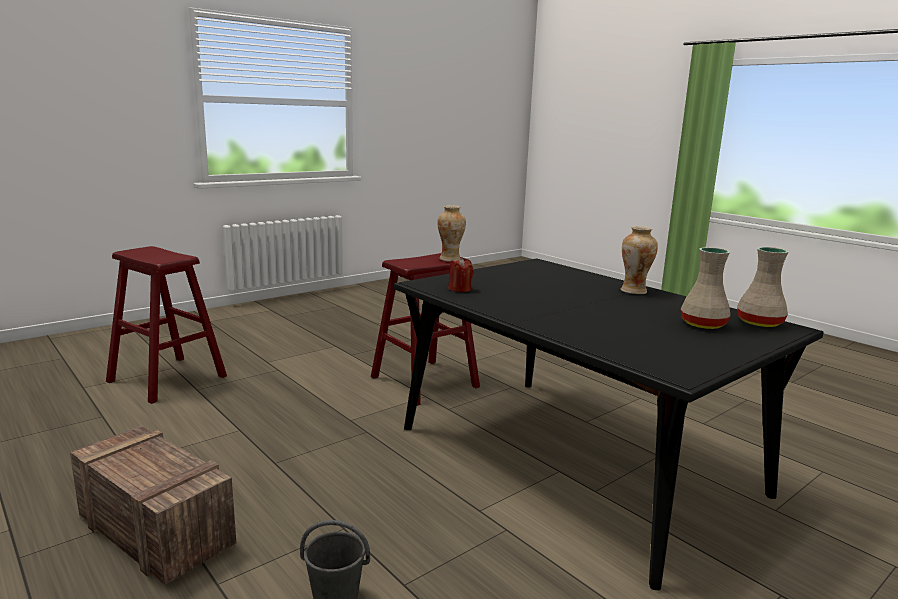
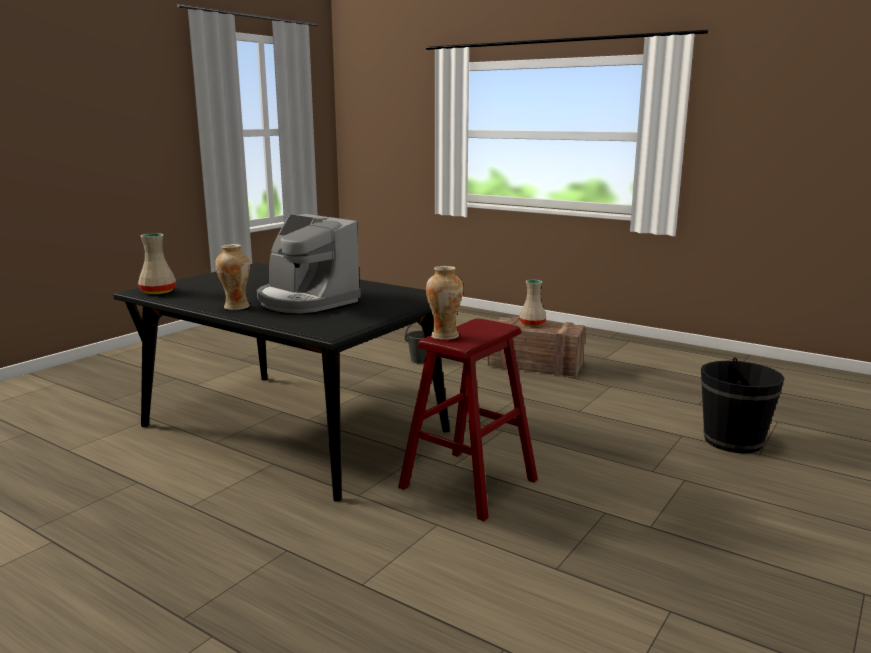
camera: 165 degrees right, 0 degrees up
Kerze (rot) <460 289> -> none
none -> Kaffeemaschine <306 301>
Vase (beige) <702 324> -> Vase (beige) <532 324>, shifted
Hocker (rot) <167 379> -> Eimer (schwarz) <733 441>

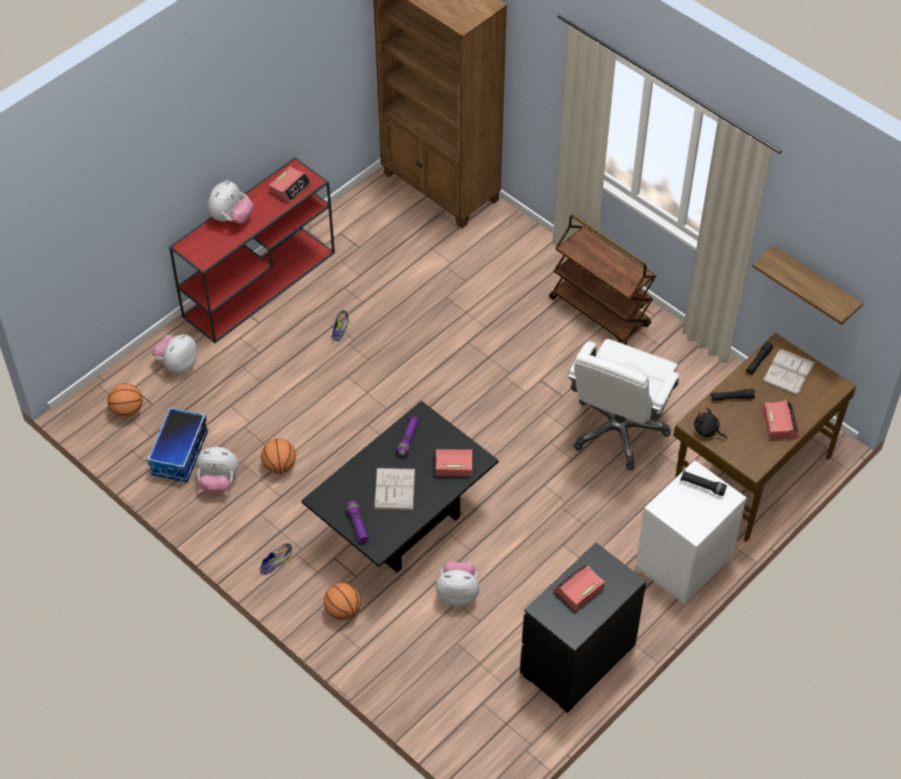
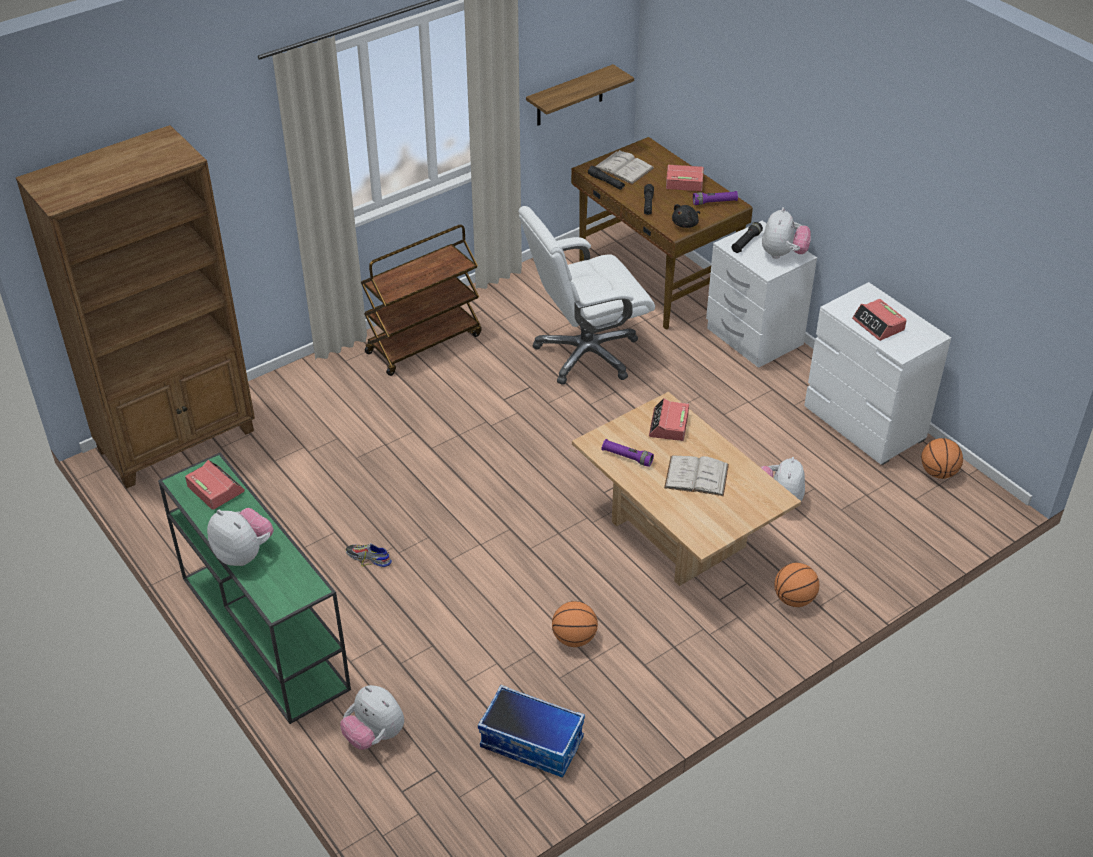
camera: 80 degrees left, 10 degrees down
Schuh <277 560> -> none
Basketball <127 410> -> Basketball <938 472>, shifted
Plüschtier <218 481> -> Plüschtier <783 254>, shifted
Taschenlampe (lila) <358 525> -> Taschenlampe (lila) <714 202>, shifted
Konsolentisch (rot) <260 283> -> Konsolentisch (grün) <262 631>
Couchtisch (schwarz) <402 523> -> Couchtisch (beige) <678 534>
Kommode (schwarz) <577 660> -> Kommode (weiß) <864 424>
Bürostuhl (weiß) <618 430> -> Bürostuhl (weiß) <585 354>, 120 degrees clockwise

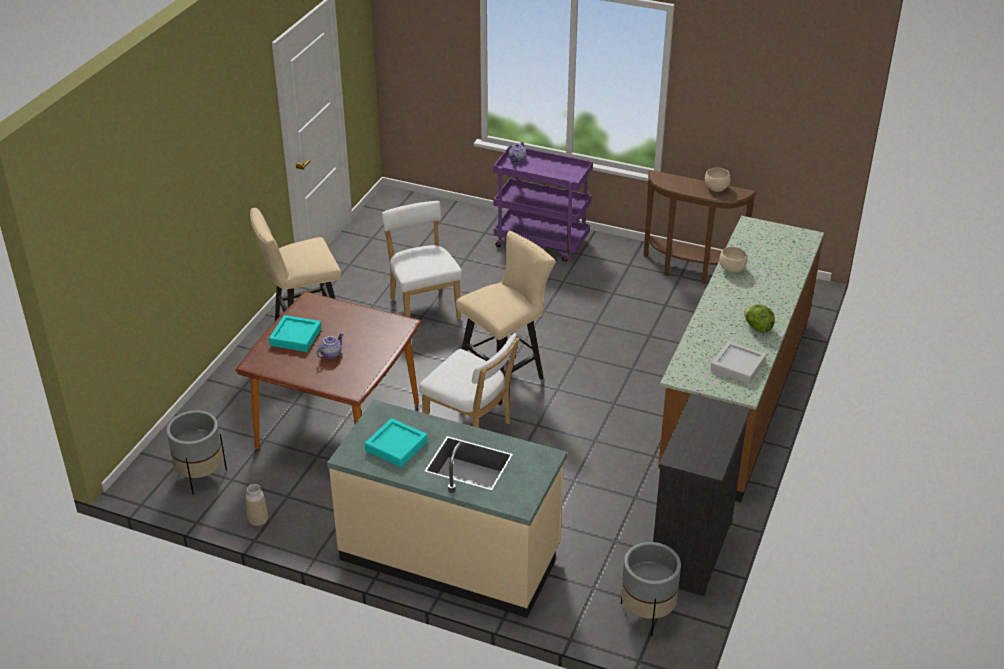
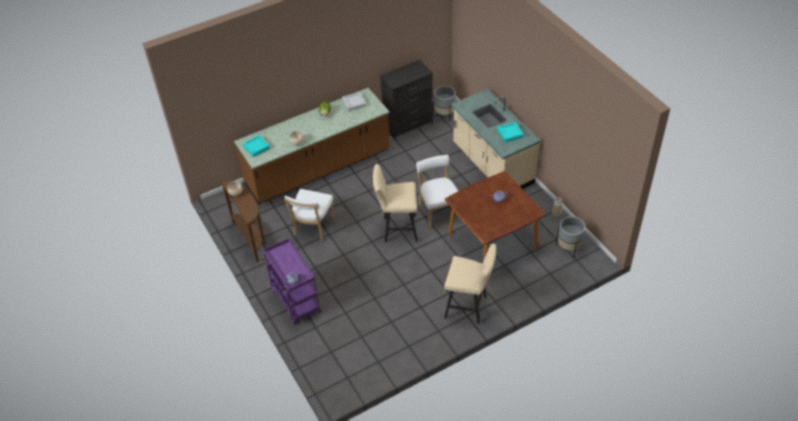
camera: 140 degrees left, 10 degrees up
Tablett (türkis) <295 337> -> Tablett (türkis) <256 147>, shifted
Stuhl (weiß) <423 306> -> Stuhl (weiß) <313 227>, shifted

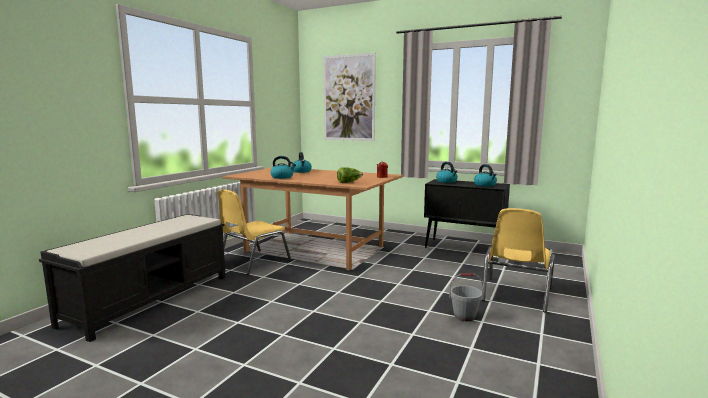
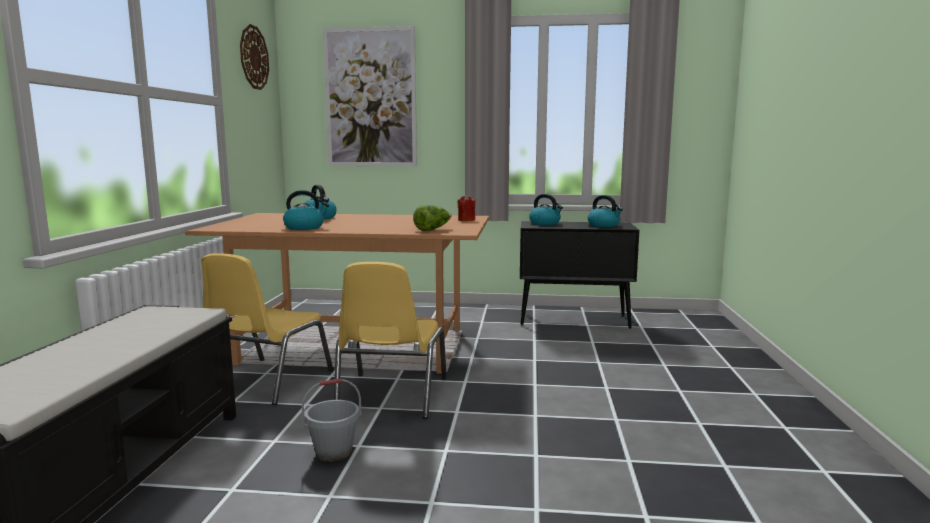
camera: 20 degrees left, 0 degrees up
none -> Wanduhr <253 57>
Eimer (grau) <464 316> -> Eimer (grau) <333 452>, shifted
Stuhl (gelb) <515 294> -> Stuhl (gelb) <391 396>, shifted

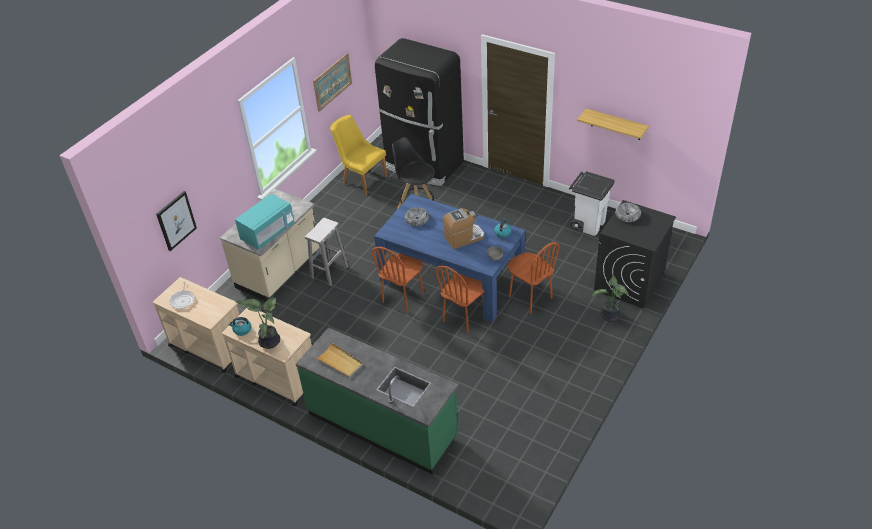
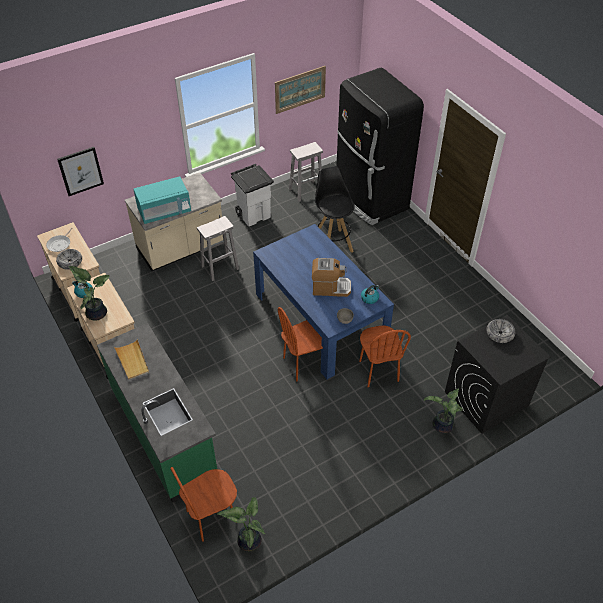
camera: 25 degrees right, 5 degrees up
Wandregal <616 124> -> none
none -> Topfpflanze <248 540>
Stuhl (braun) <403 298> -> Stuhl (braun) <211 517>, shifted
Schüssel <417 219> -> Schüssel <70 262>, shifted
Mülleimer (weiß) <588 224> -> Mülleimer (weiß) <254 215>, shifted
Stuhl (gelb) <361 179> -> Hocker (weiß) <306 191>

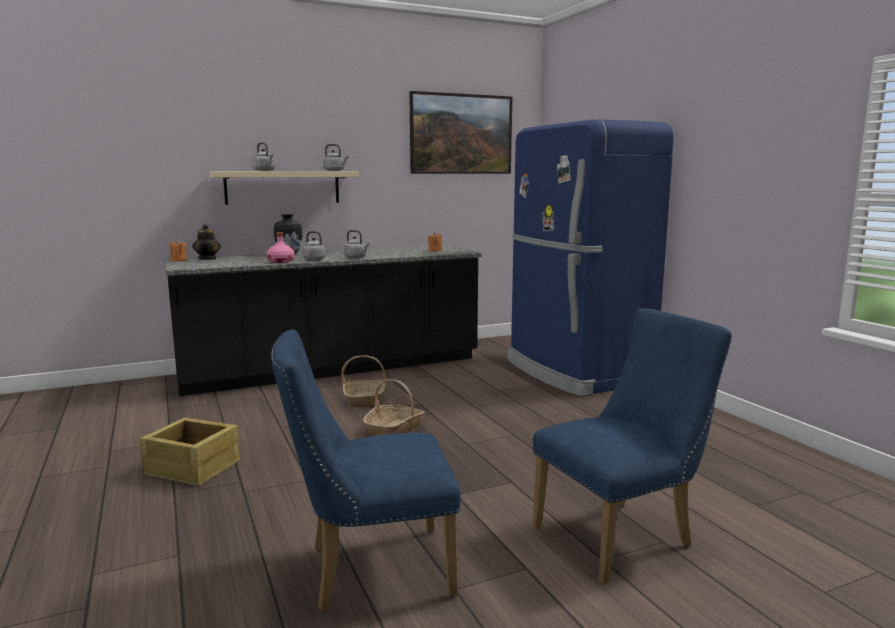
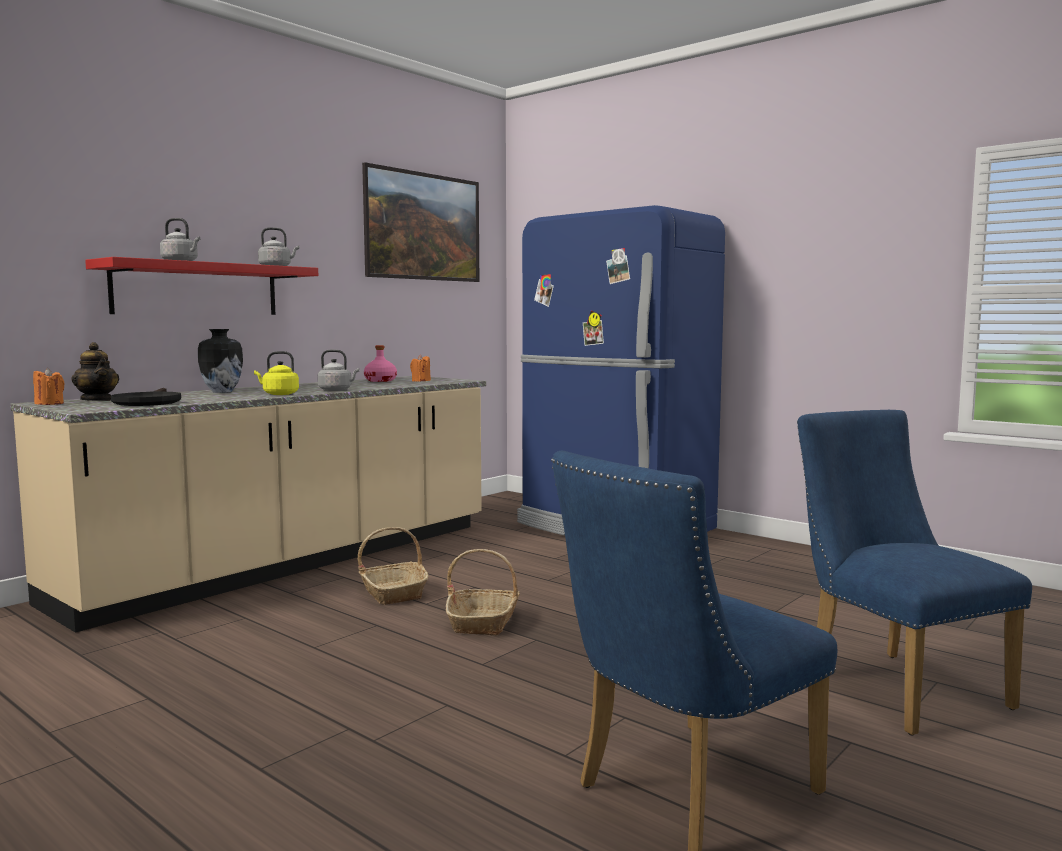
camera: 25 degrees left, 5 degrees down
Kiste <192 468> -> none
none -> Pfanne (schwarz) <148 402>
Flasche (rosa) <281 261> -> Flasche (rosa) <380 381>, shifted
Küchenzeile (schwarz) <333 368> -> Küchenzeile (beige) <291 562>
Wandregal (beige) <283 187> -> Wandregal (rot) <197 289>
Wasserkessel (grau) <313 259> -> Wasserkessel (gelb) <278 394>
Stuhl (blau) <622 536> -> Stuhl (blau) <893 685>, 60 degrees counterclockwise

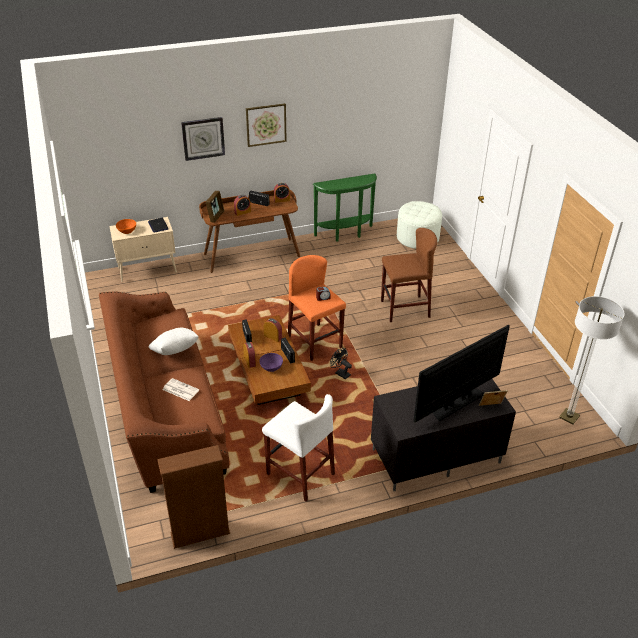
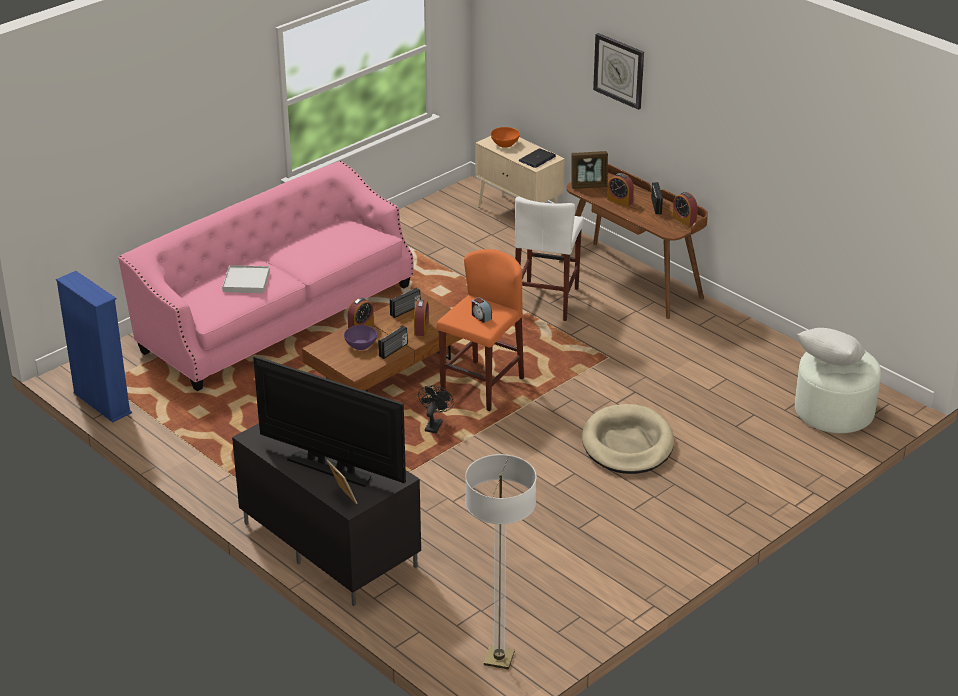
camera: 65 degrees right, 5 degrees down
Bild <266 124> -> none
Konsolentisch (grün) <345 234> -> none
Kissen (weiß) <175 353> -> Kissen (weiß) <829 364>, shifted
Hocker (weiß) <300 474> -> Hocker (weiß) <546 300>, shifted
Zeitung <180 390> -> Tablett (weiß) <246 281>
Hocker (braun) <405 309> -> Hundebett (beige) <627 444>
Sofa (braun) <166 408> -> Sofa (rosa) <276 317>
Bücherregal (braun) <200 533> -> Bücherregal (blau) <102 403>

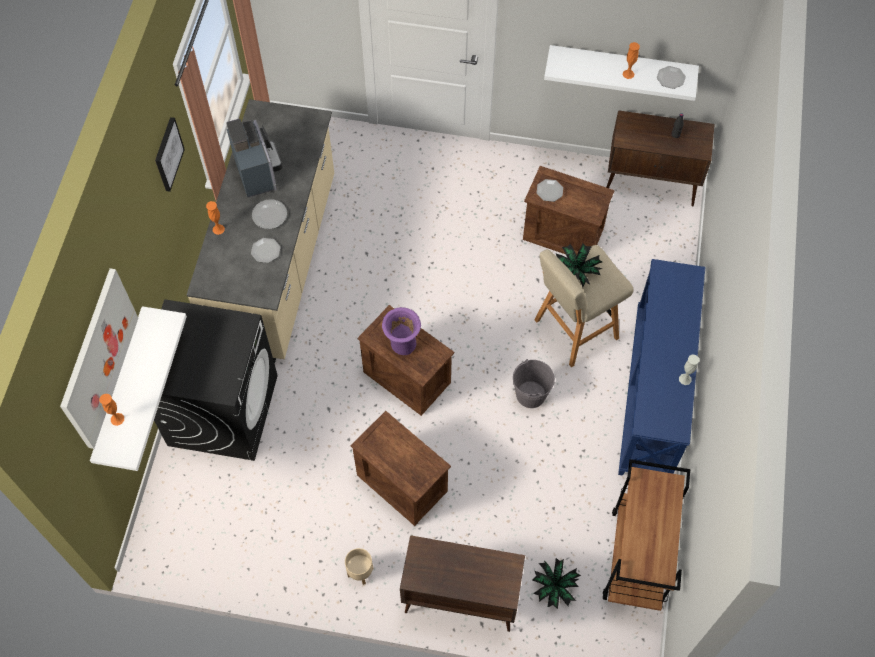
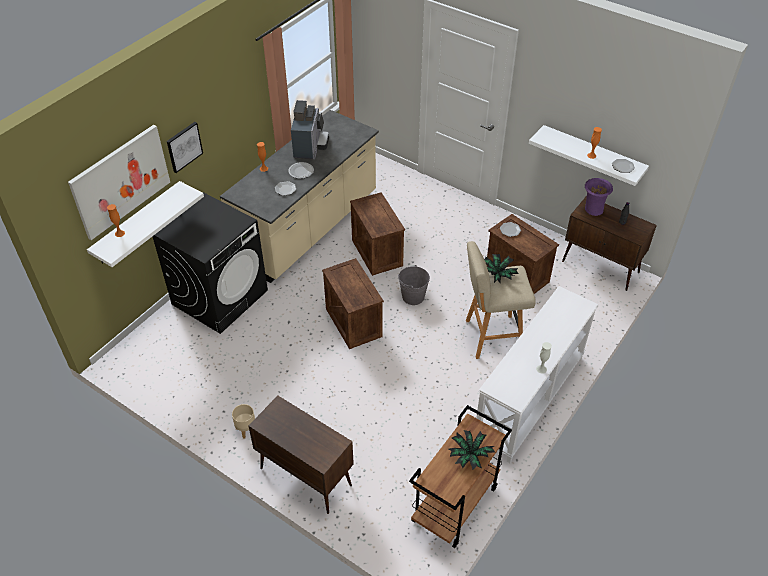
camera: 25 degrees right, 15 degrees down
Bild <168 154> -> Bild <184 146>, shifted
Kiste <401 483> -> Kiste <376 253>, shifted
Vase (lila) <402 344> -> Vase (lila) <593 209>, shifted
Eimer (grau) <530 394> -> Eimer (grau) <413 296>, shifted
Topfpflanze <554 587> -> Topfpflanze <469 455>, shifted
Konsolentisch (blau) <653 394> -> Konsolentisch (weiß) <530 399>

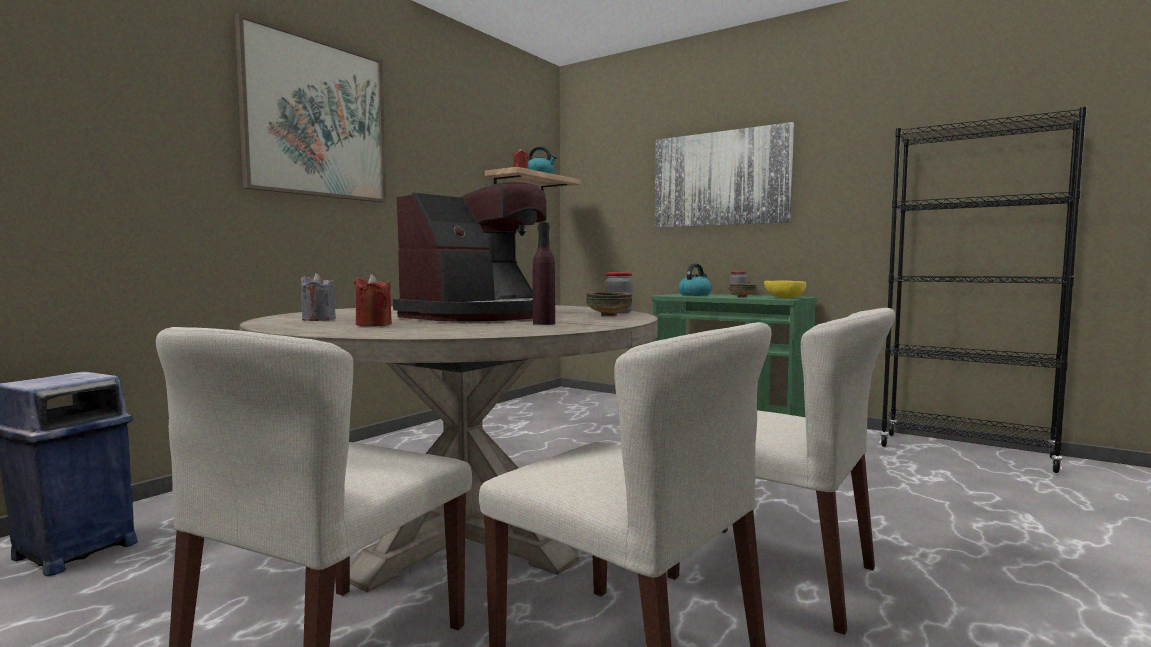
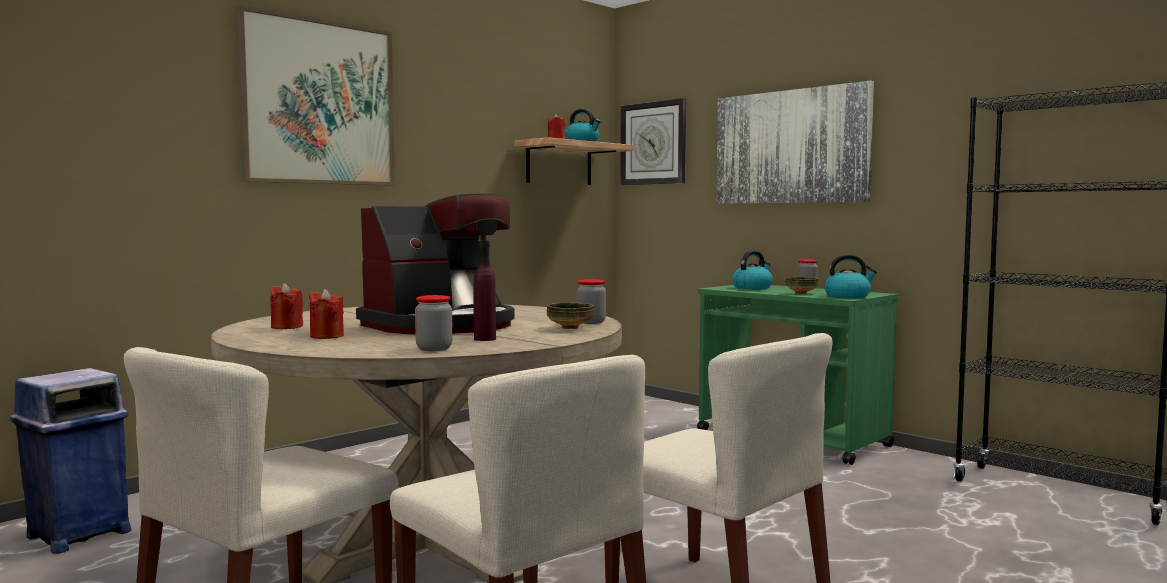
camera: 10 degrees right, 0 degrees up
none -> Vorratsglas <434 349>
none -> Wanduhr <653 143>
Schüssel (gelb) <784 298> -> Wasserkessel <848 296>
Kerze (grau) <319 319> -> Kerze (rot) <286 327>

